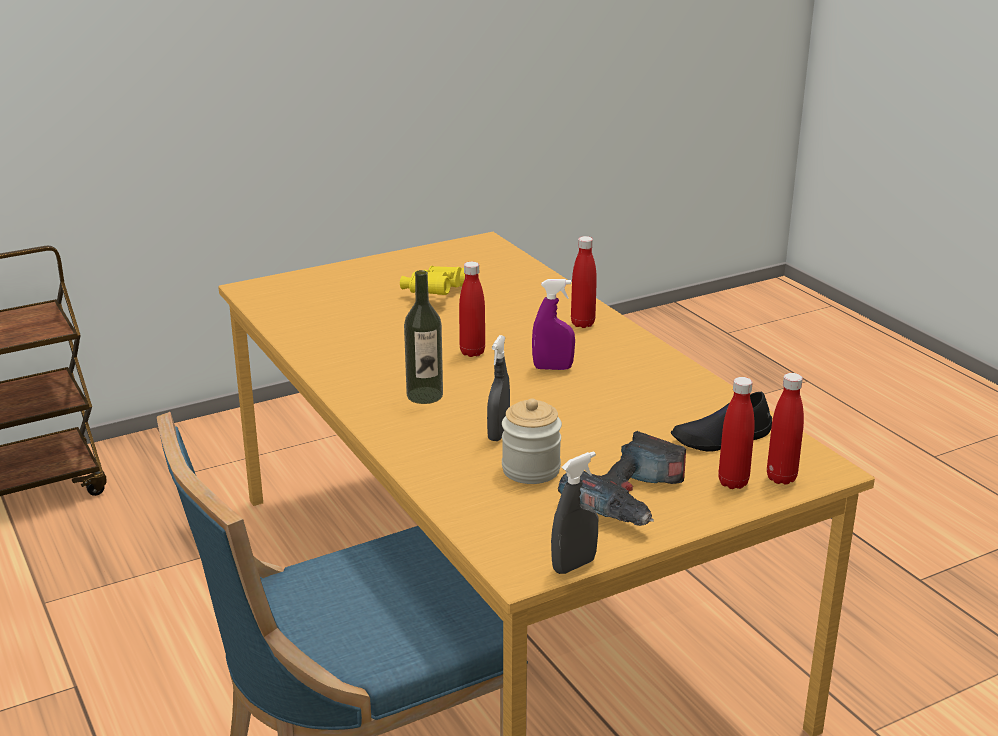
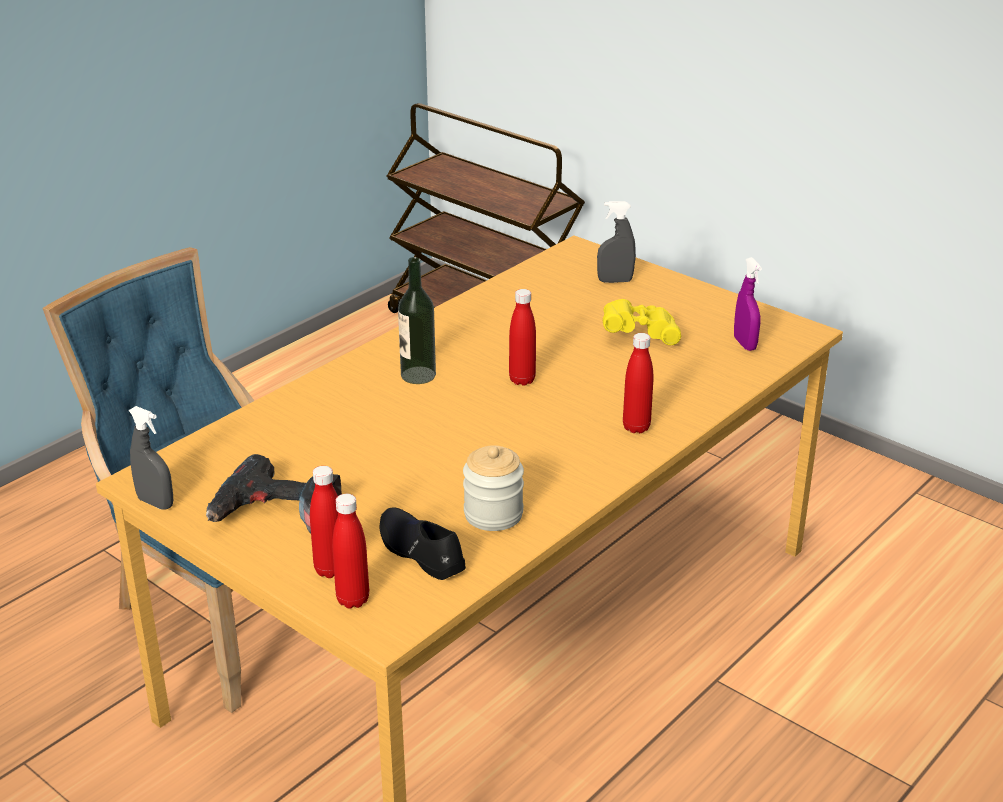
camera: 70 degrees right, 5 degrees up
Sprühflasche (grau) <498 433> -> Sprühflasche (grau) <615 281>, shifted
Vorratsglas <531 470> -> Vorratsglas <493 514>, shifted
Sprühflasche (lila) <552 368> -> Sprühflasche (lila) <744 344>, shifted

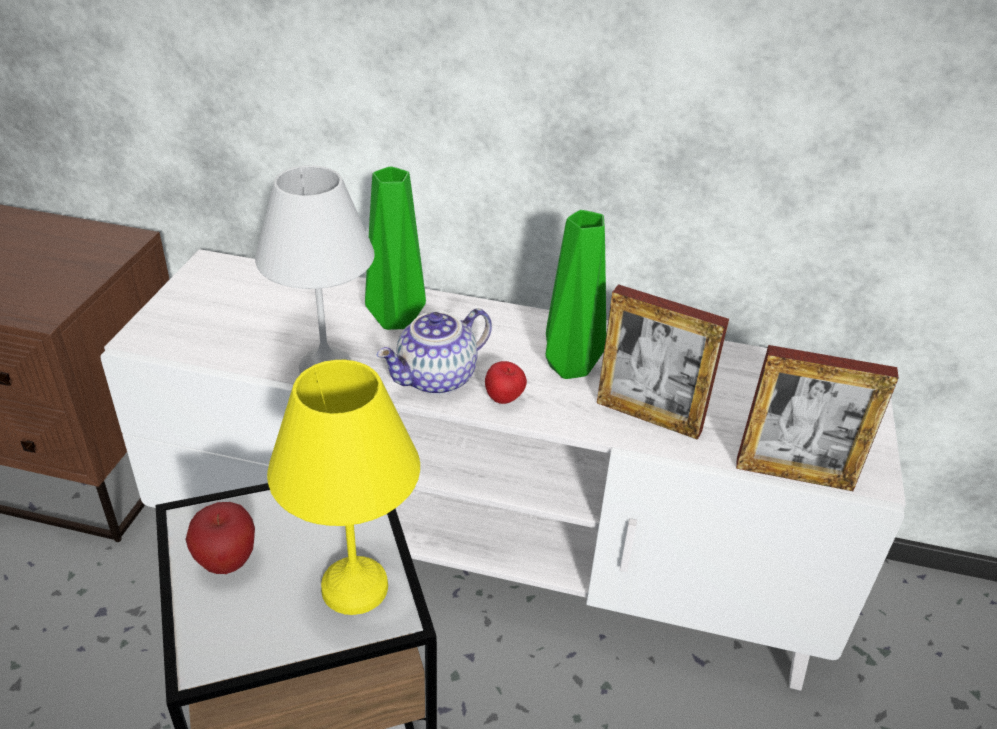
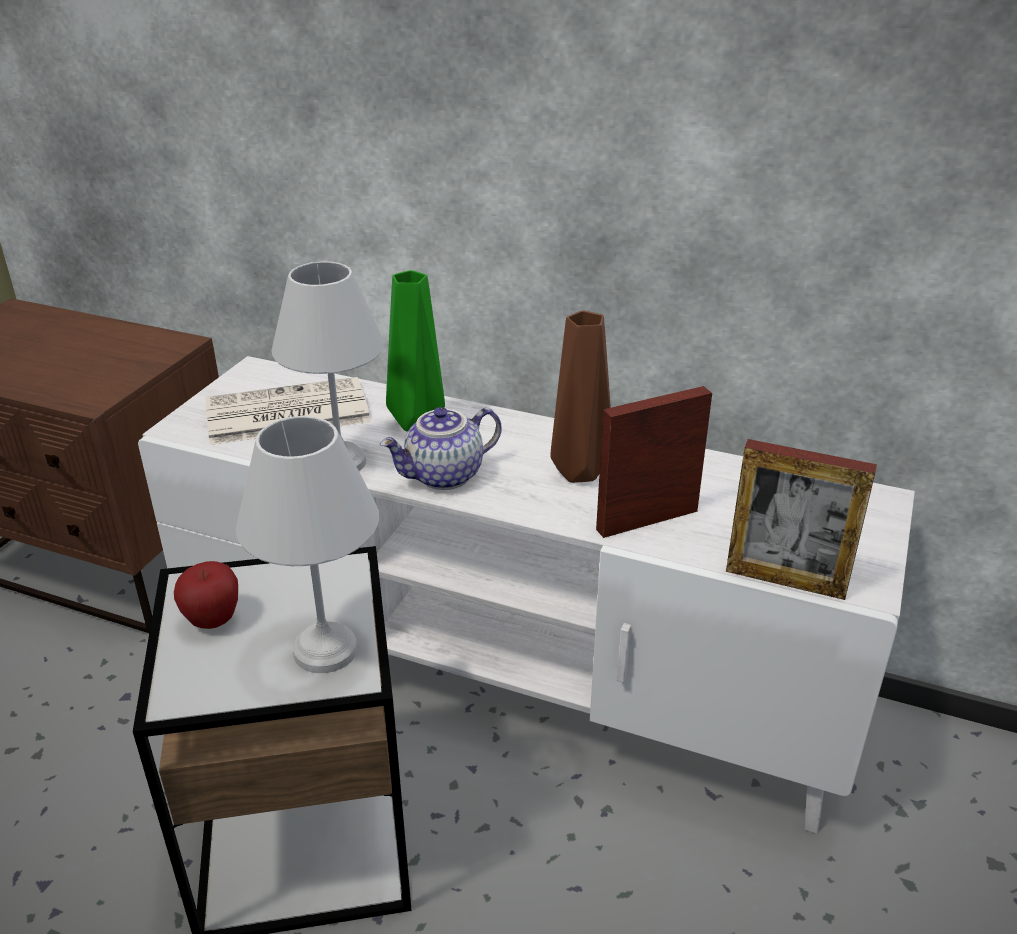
camera: 10 degrees right, 5 degrees down
Apfel <504 400> -> none
none -> Zeitung <285 414>
Tischlampe (gelb) <353 589> -> Tischlampe (weiß) <323 652>
Vase (grün) <567 366> -> Vase (braun) <576 471>
Bilderrahmen <648 416> -> Bilderrahmen <647 520>, 120 degrees clockwise

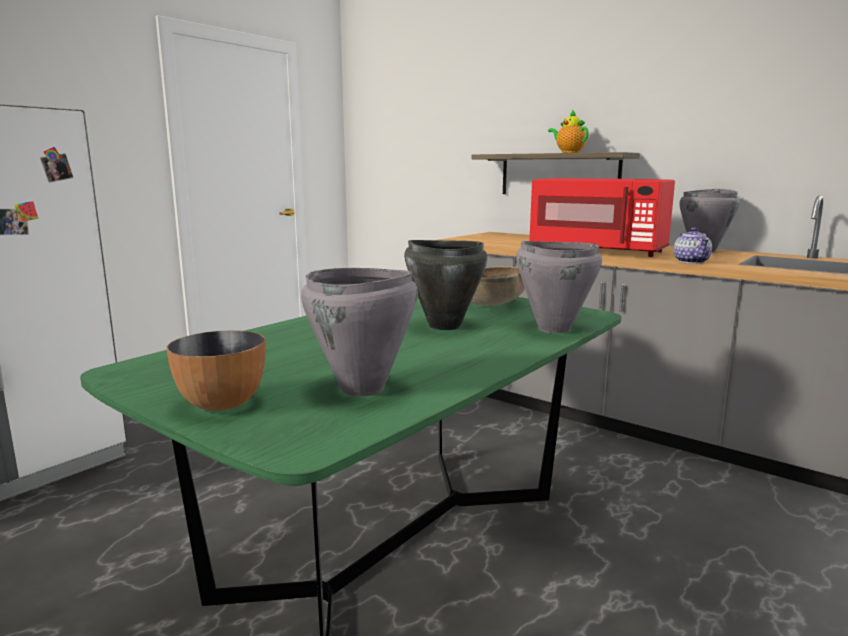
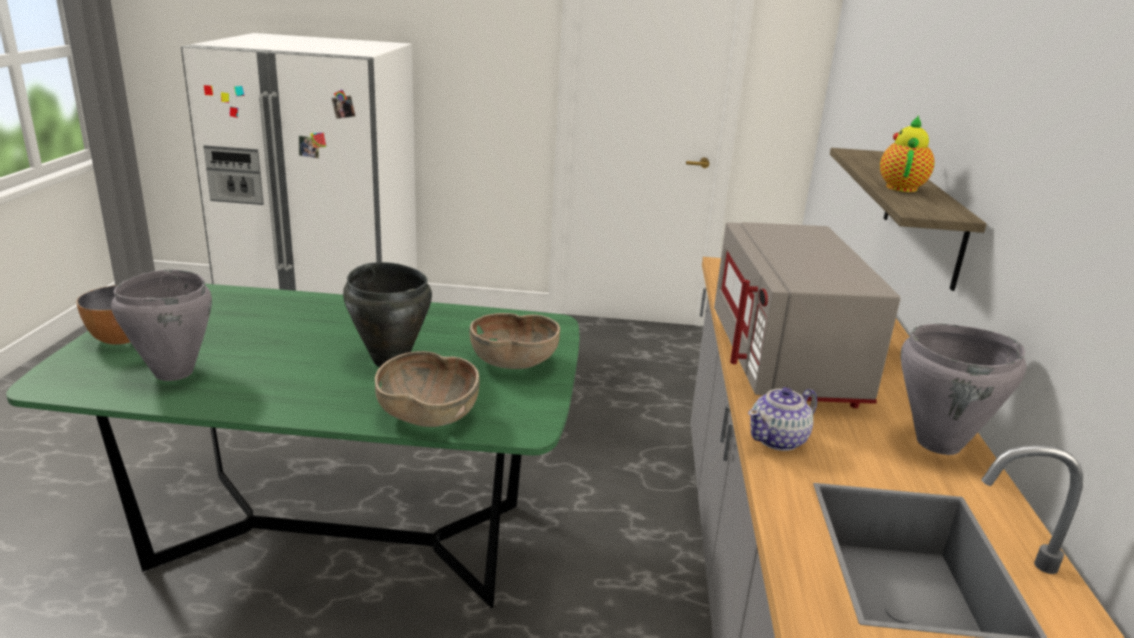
camera: 55 degrees right, 10 degrees up
Kochtopf (grau) <553 329> -> Schüssel (braun) <428 415>
Mikrowelle (rot) <599 250> -> Mikrowelle (grau) <786 361>

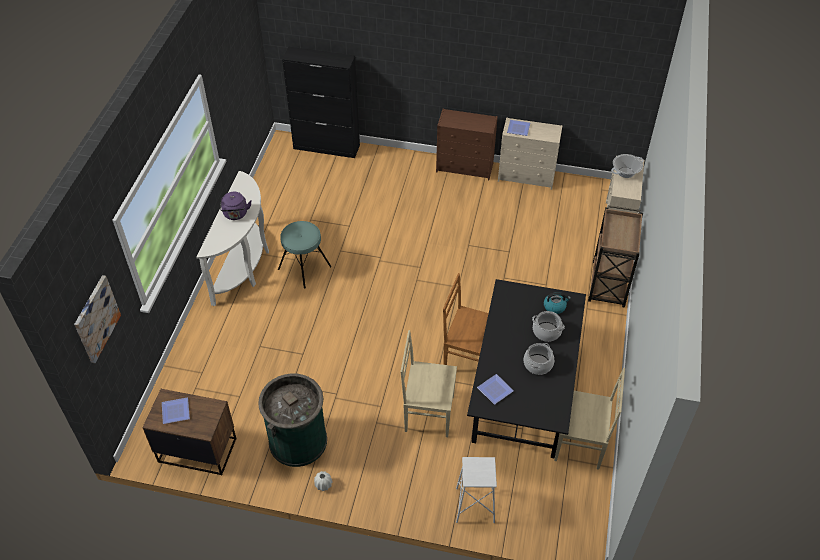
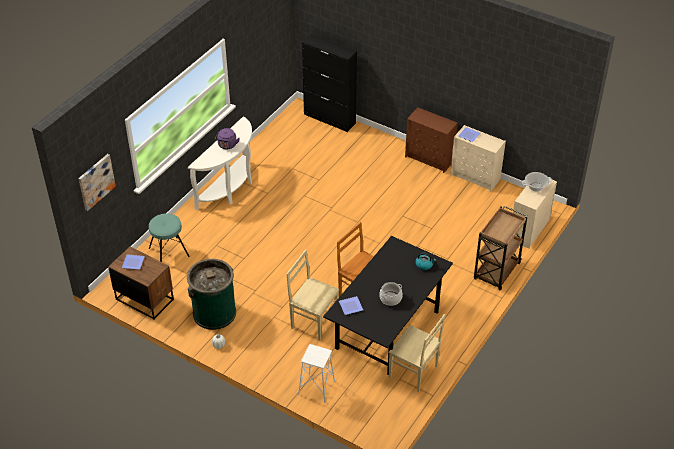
camera: 20 degrees right, 5 degrees down
Kochtopf <546 332> -> none
Hocker (türkis) <304 268> -> Hocker (türkis) <169 252>, shifted

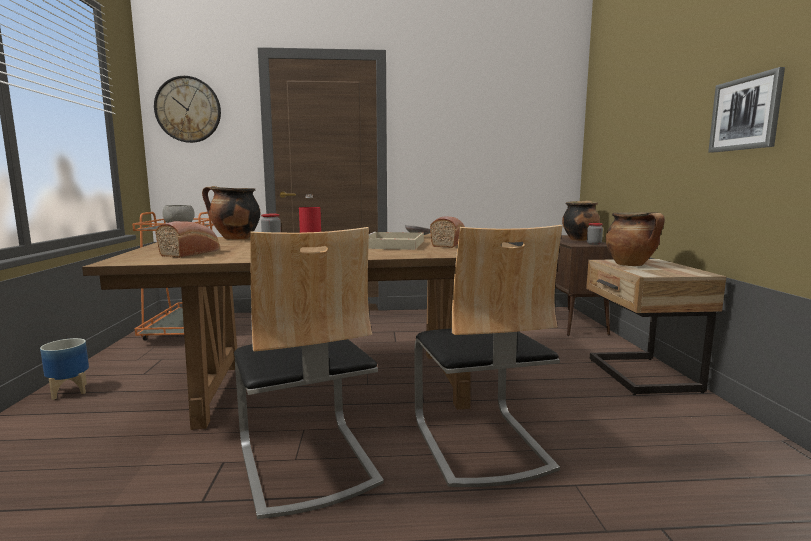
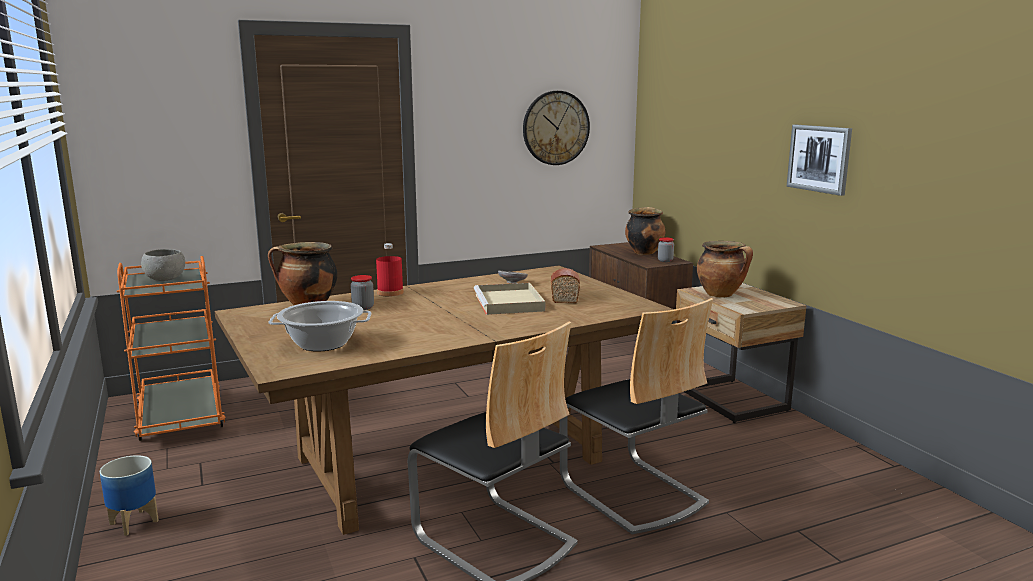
camera: 20 degrees left, 5 degrees up
Wanduhr <188 109> -> Wanduhr <555 128>, shifted
Brot <192 253> -> Kochtopf <323 344>

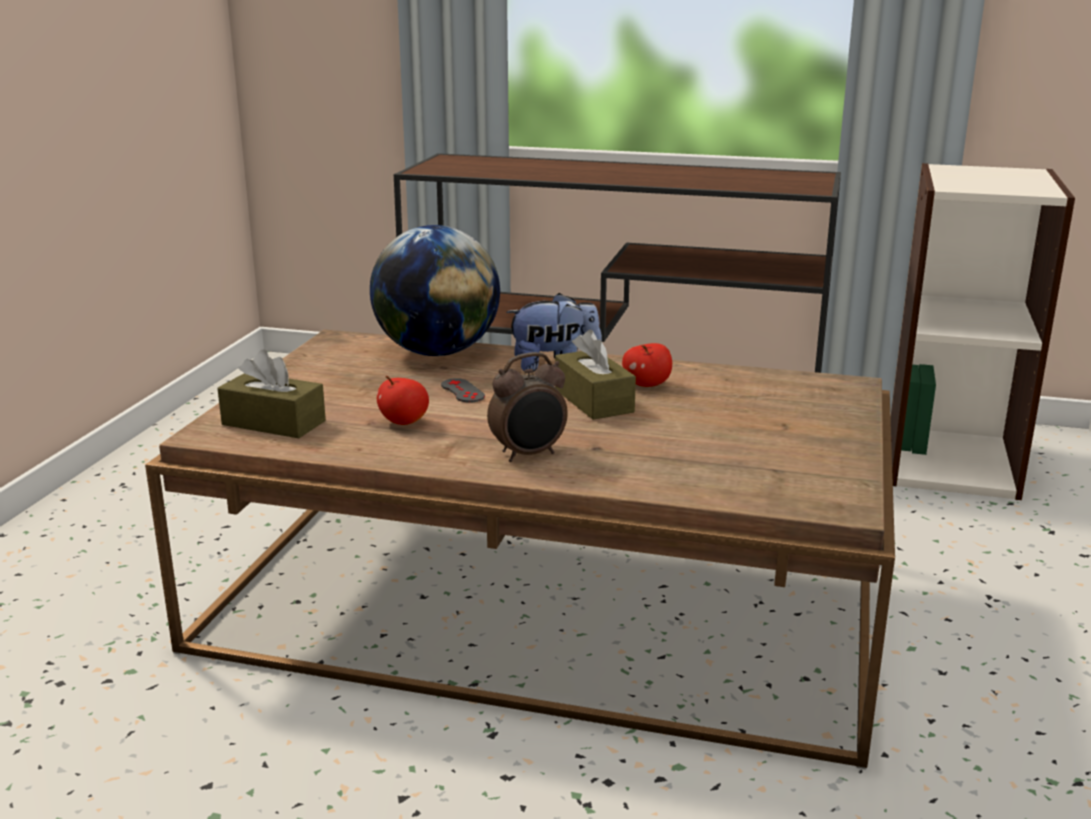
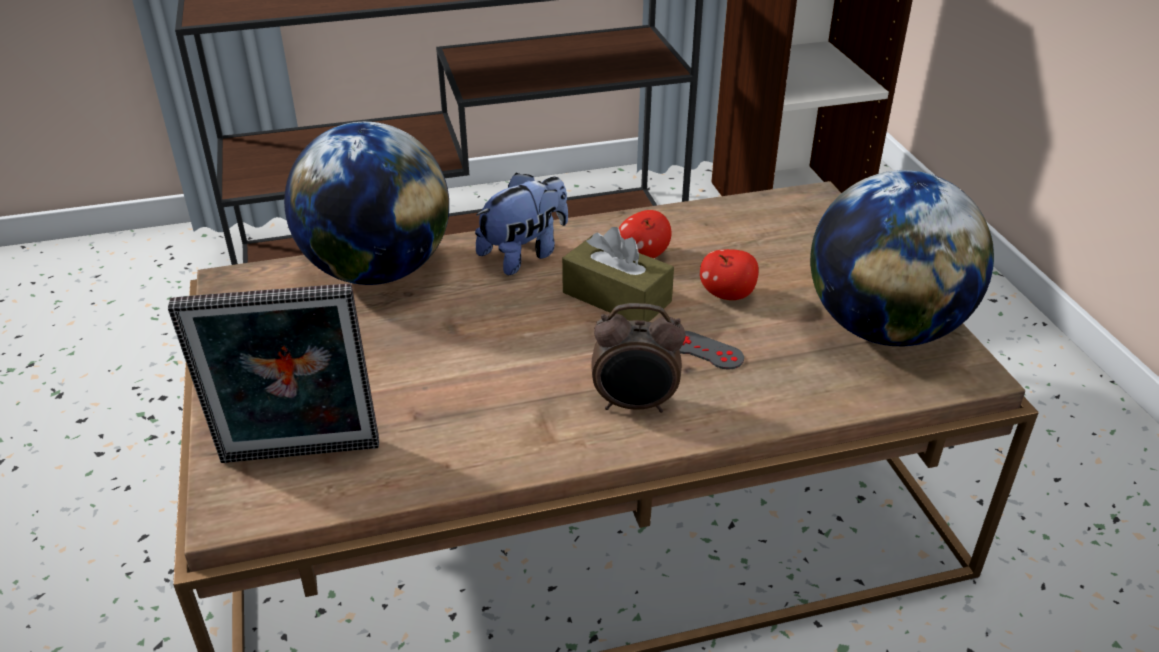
camera: 30 degrees left, 15 degrees up
none -> Globus <884 328>
Apfel <404 422> -> Apfel <727 294>, shifted
Gamepad (grau) <462 391> -> Gamepad (grau) <705 350>, shifted
Taschentuchbox (braun) <273 423> -> Bilderrahmen <300 458>
Wecker <529 455> -> Wecker <635 405>, 60 degrees clockwise

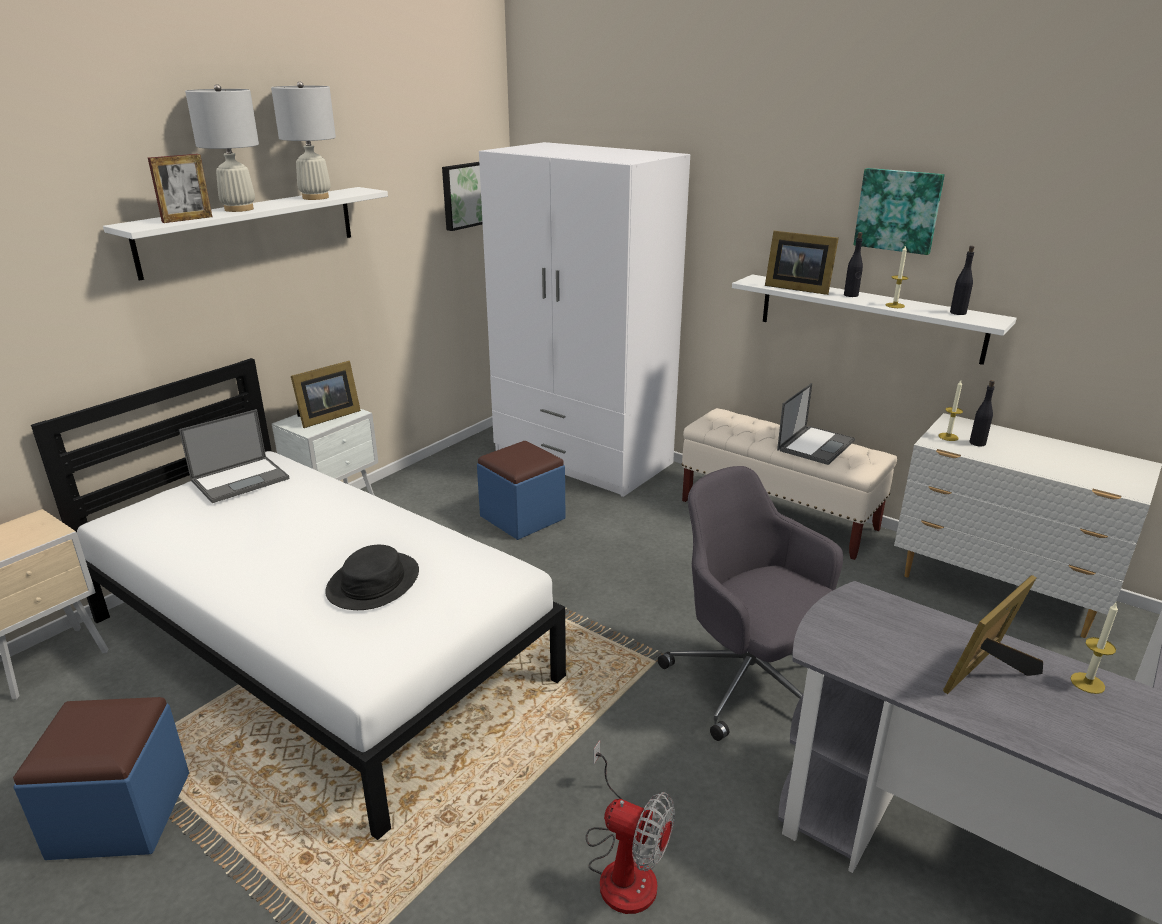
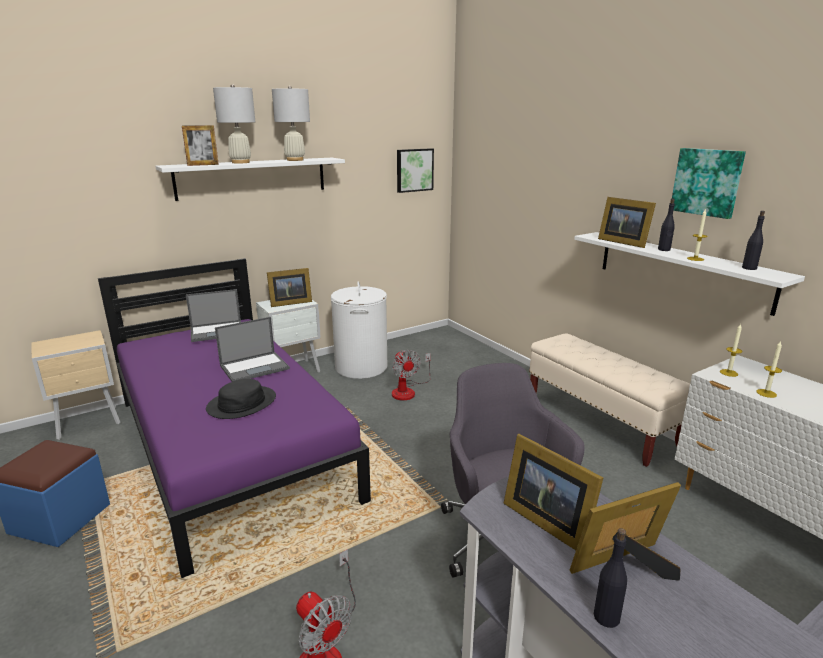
camera: 20 degrees right, 5 degrees down
Kleiderschrank (weiß) <582 458> -> none
none -> Wäschekorb (weiß) <361 367>
none -> Bilderrahmen <546 519>
Laptop <816 445> -> Laptop <255 367>, shifted
Flasche (schwarz) <977 443> -> Flasche (schwarz) <606 617>, shifted
Kerze <1087 683> -> Kerze <766 393>, shifted
Polsterhocker (blau) <522 517> -> Ventilator <408 391>
Bett (weiß) <319 647> -> Bett (lila) <231 446>

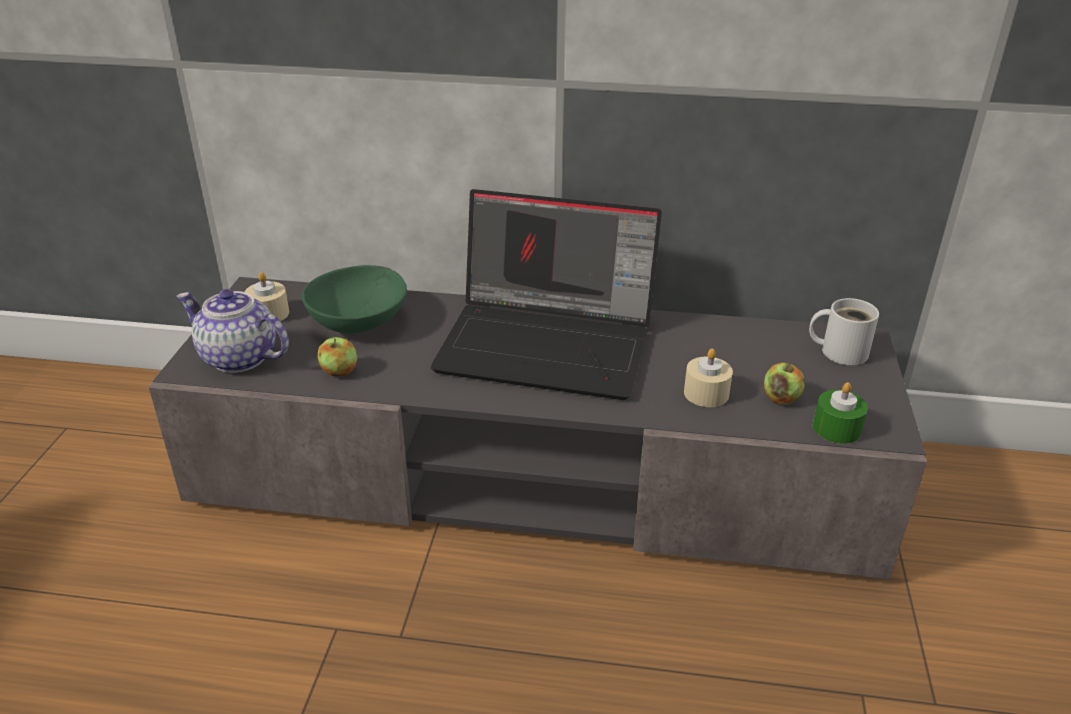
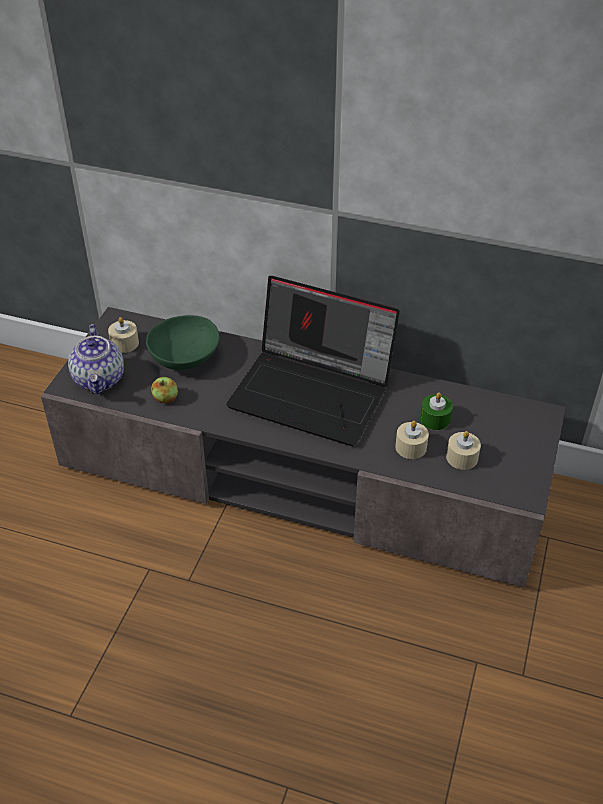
camera: 10 degrees right, 10 degrees up
Henkelbecher (weiß) <840 351> -> none
Kerze (grün) <837 428> -> Kerze (grün) <435 419>, shifted
Apfel <781 398> -> Kerze (beige) <462 457>
Teekanne <238 358> -> Teekanne <100 379>, 135 degrees counterclockwise

